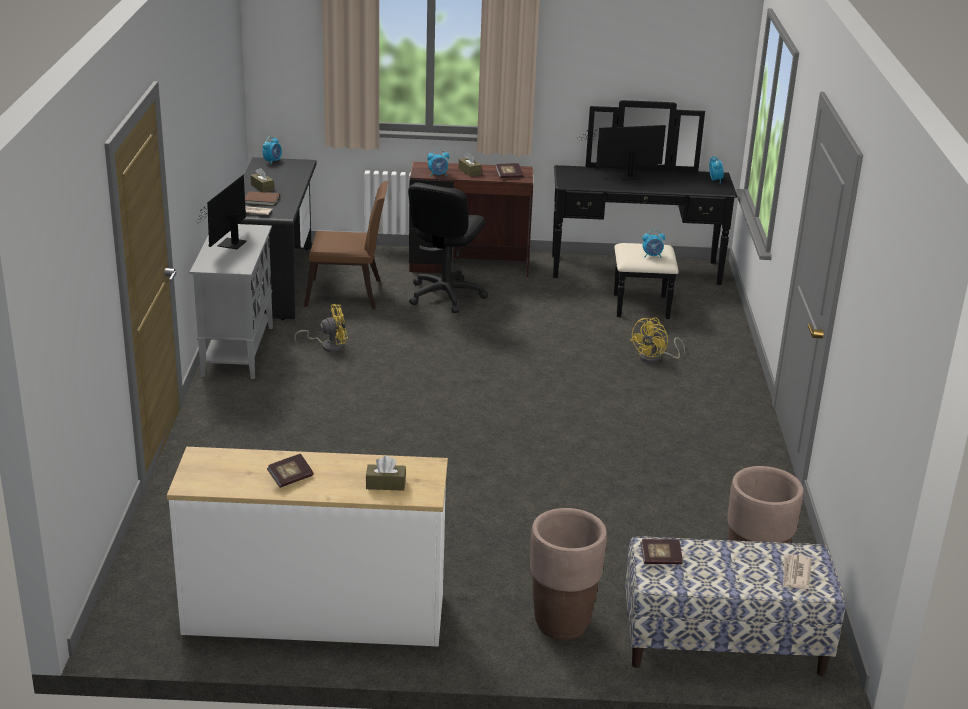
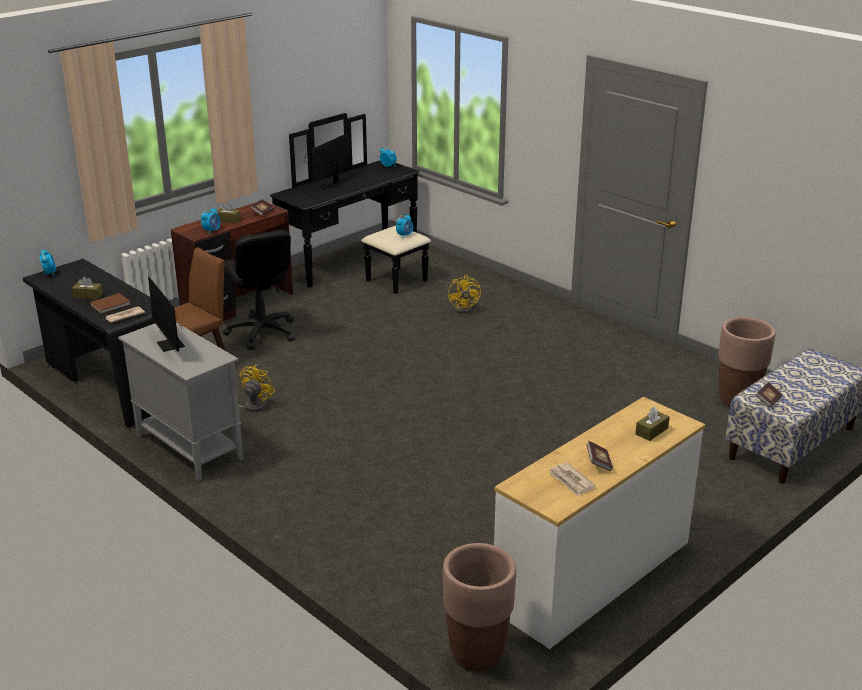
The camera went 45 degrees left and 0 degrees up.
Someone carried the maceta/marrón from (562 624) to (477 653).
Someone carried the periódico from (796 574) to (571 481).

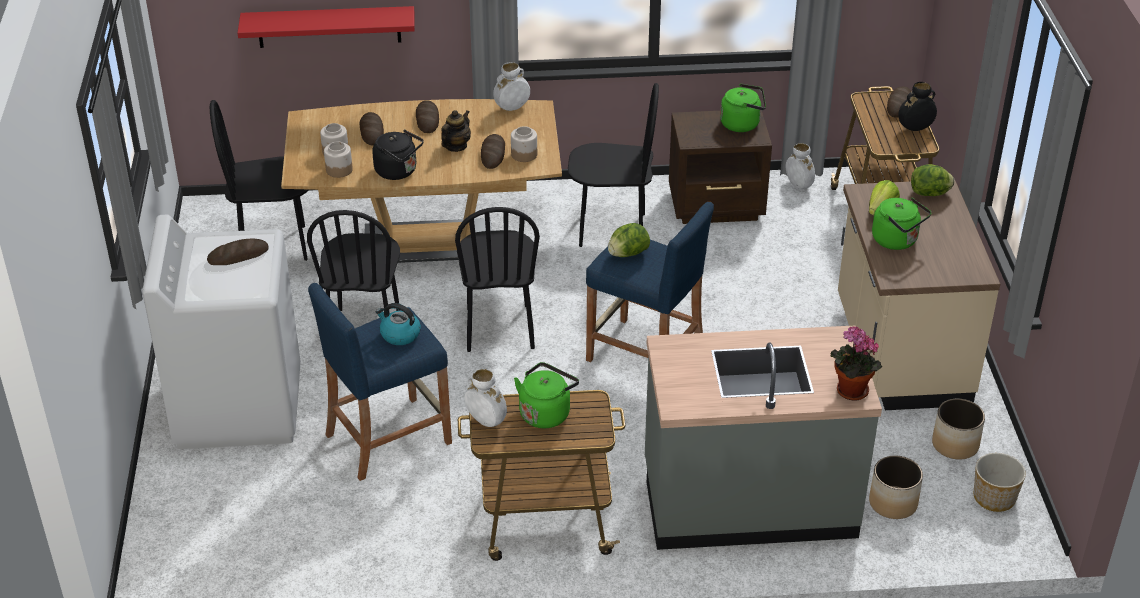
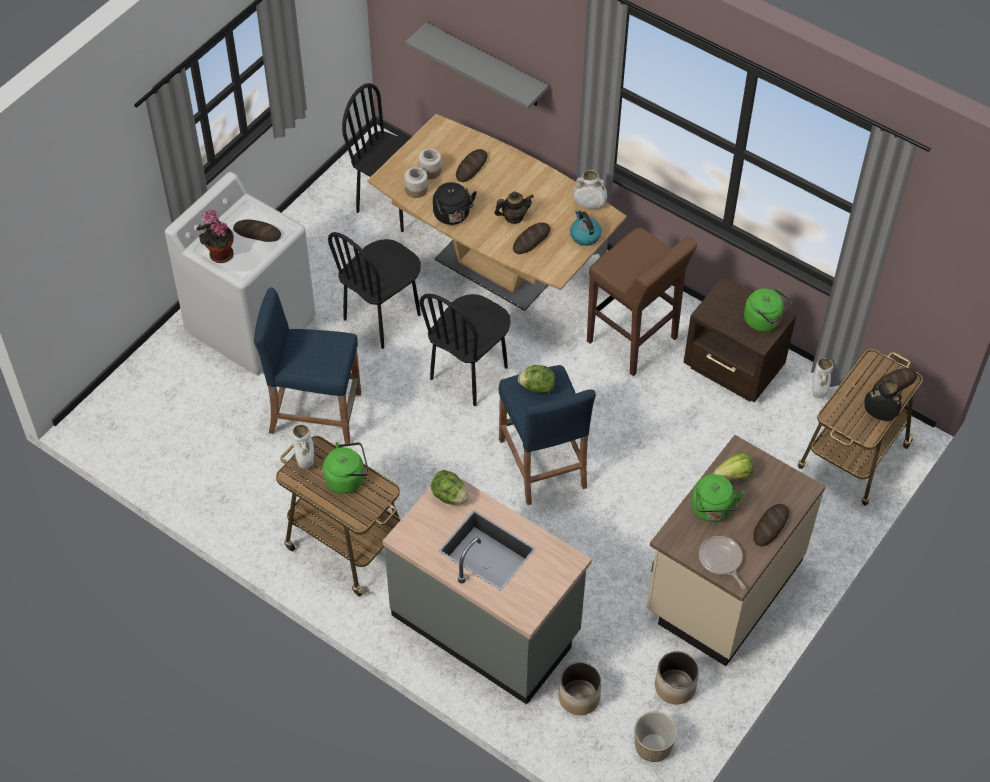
The camera went 40 degrees right and 15 degrees up.
Someone took away the tarro at (524 154).
Someone put down the sartén at (721 560).
Someone carried the hervidor from (399 335) to (584 235).
Someone carried the pan from (427 119) to (770 526).
Someone carried the planta en maceta from (849 392) to (219 254).
Someone carried the lechuga from (930 193) to (449 496).
Someone swapped the silla/negro at (612 230) for the taburete/marrón at (633 341).
Someone repainted the estante/rojo at (329 27), which became the estante/gris at (486 66).

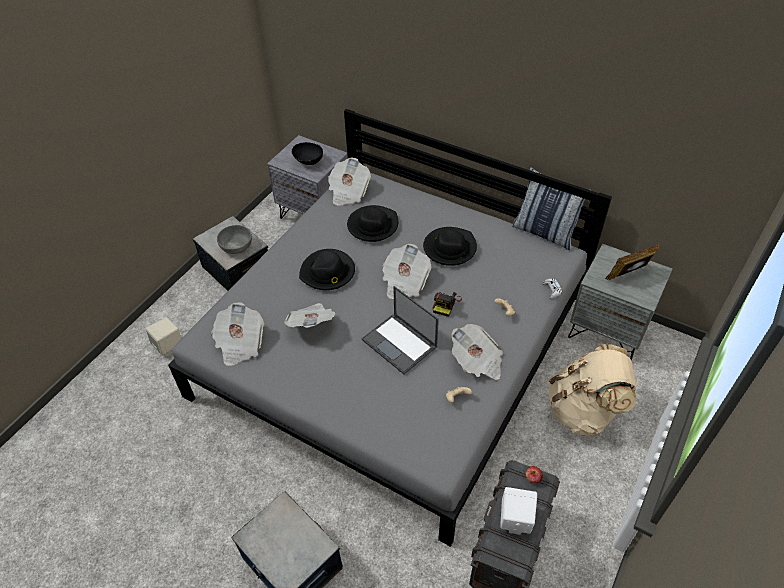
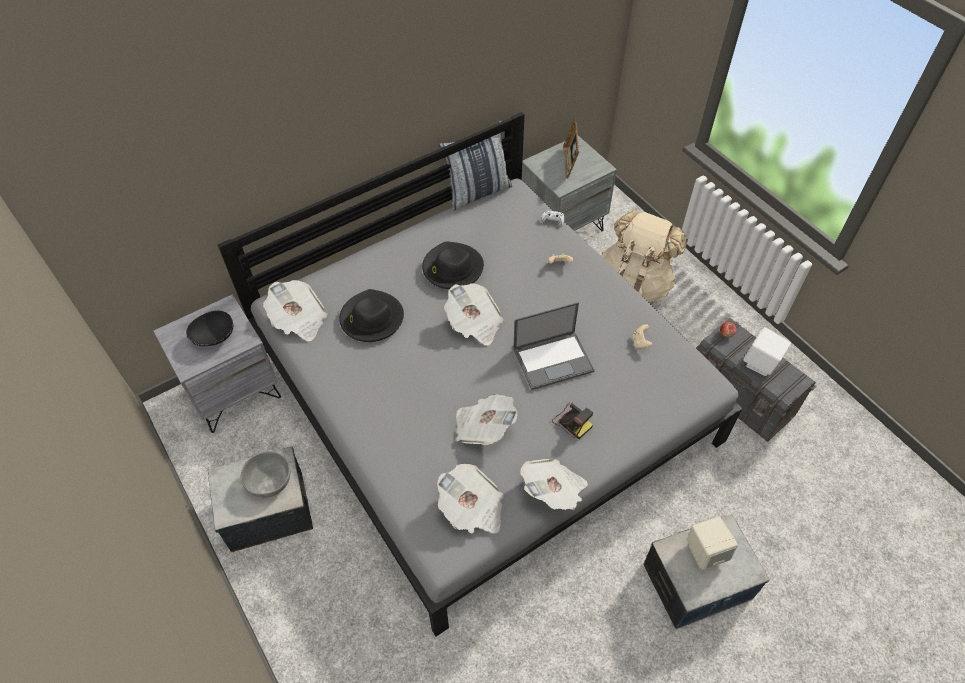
The camera went 65 degrees left and 5 degrees up.
Someone took away the sombrero/negro at (328 272).
Someone carried the altavoz/beis from (169 346) to (705 551).
Someone carried the cámara from (446 304) to (572 421).
Someone carried the periódico from (477 361) to (554 491).

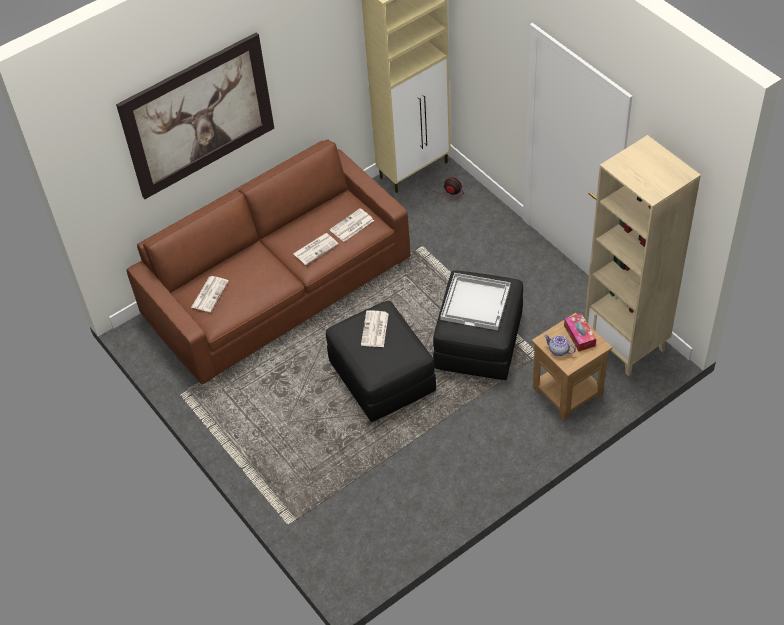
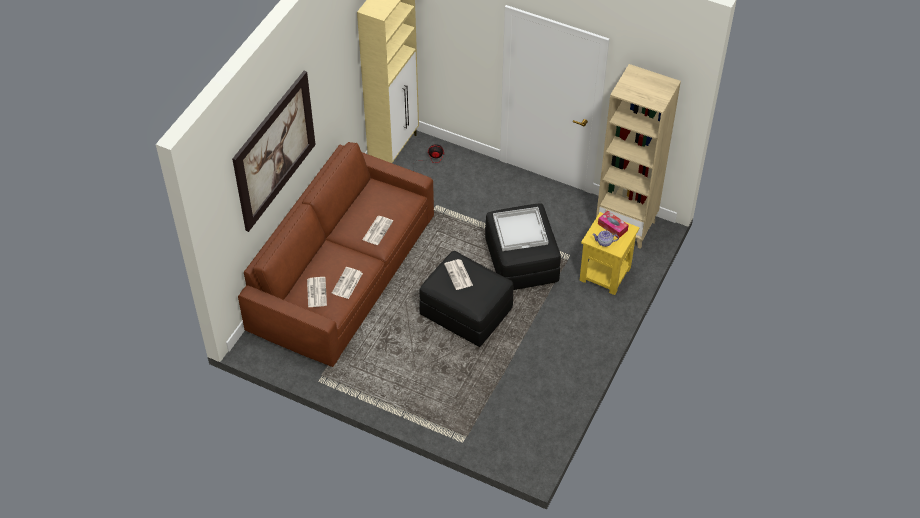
The camera went 30 degrees left and 0 degrees up.
Someone carried the periódico from (351 226) to (347 283).
Someone repainted the mesa auxiliar/marrón at (567 392), which became the mesa auxiliar/amarillo at (605 274).

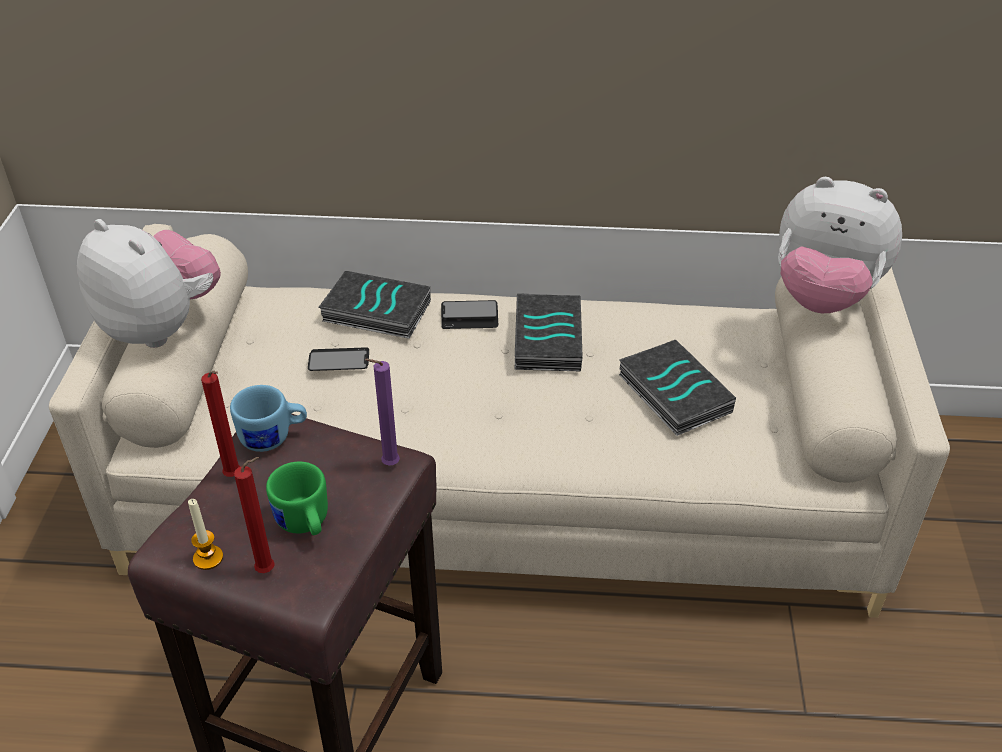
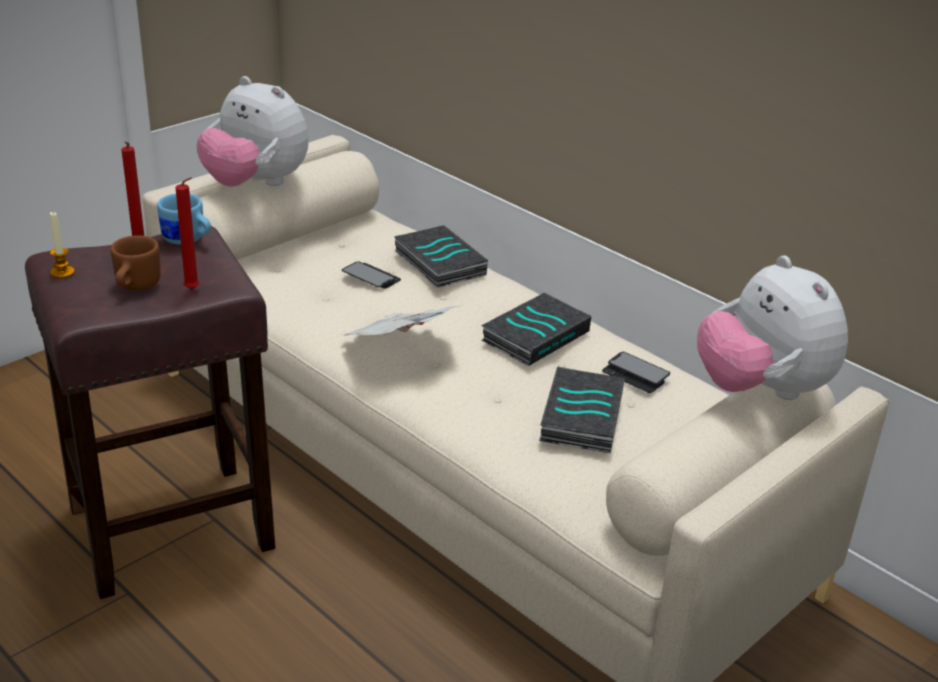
The camera went 40 degrees right and 10 degrees down.
Someone took away the vela/morado at (388 465).
Someone put down the periódico at (401 348).
Someone carried the vela/rojo from (269 570) to (194 290).
Someone carried the móvil from (469 316) to (635 374).
Someone repainted the taza grande/verde at (304 524), which became the taza grande/marrón at (134 287).
Someone rotated the peluche at (161 326) by 135 degrees clockwise.

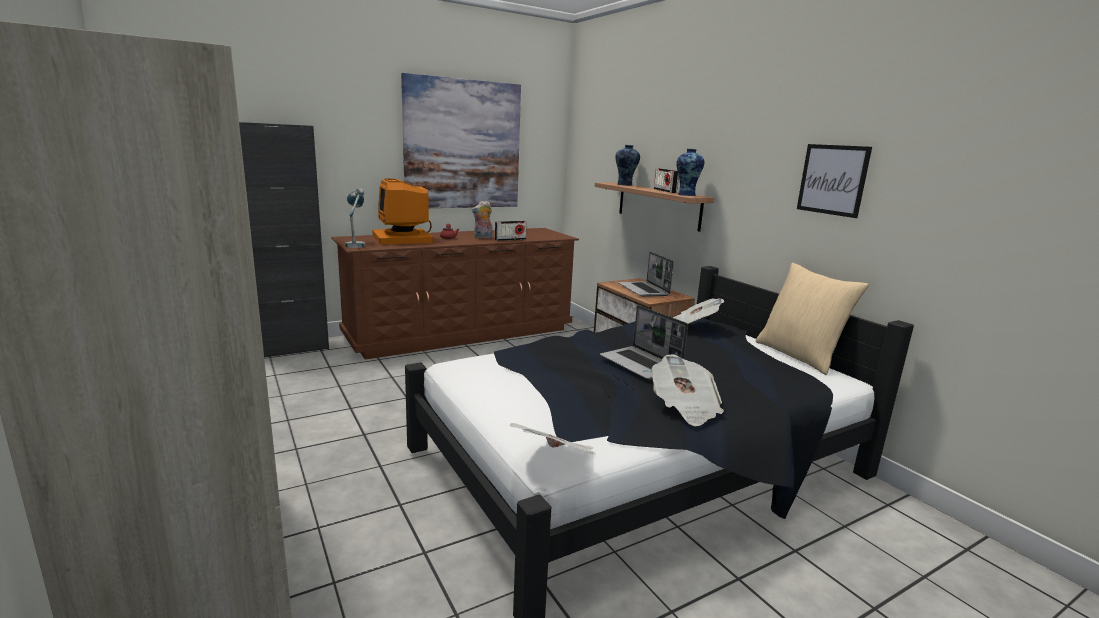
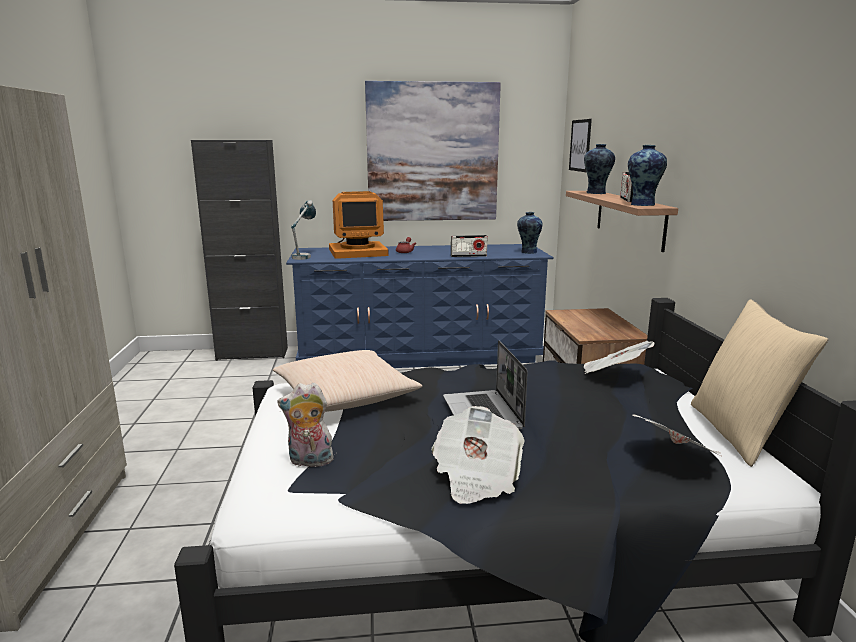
The camera went 25 degrees right and 0 degrees up.
Someone took away the portátil at (644 290).
Someone put down the cojín/beis at (345 396).
Someone put down the florero at (528 252).
Someone carried the peluche from (483 238) to (309 462).
Someone carried the periódico from (555 460) to (677 458).
Someone carried the cuadro from (832 180) to (580 145).
Someone repainted the cómoda/marrón at (461 333), which became the cómoda/azul at (419 354).
Someone rotated the monitor at (403 239) by 105 degrees counterclockwise.

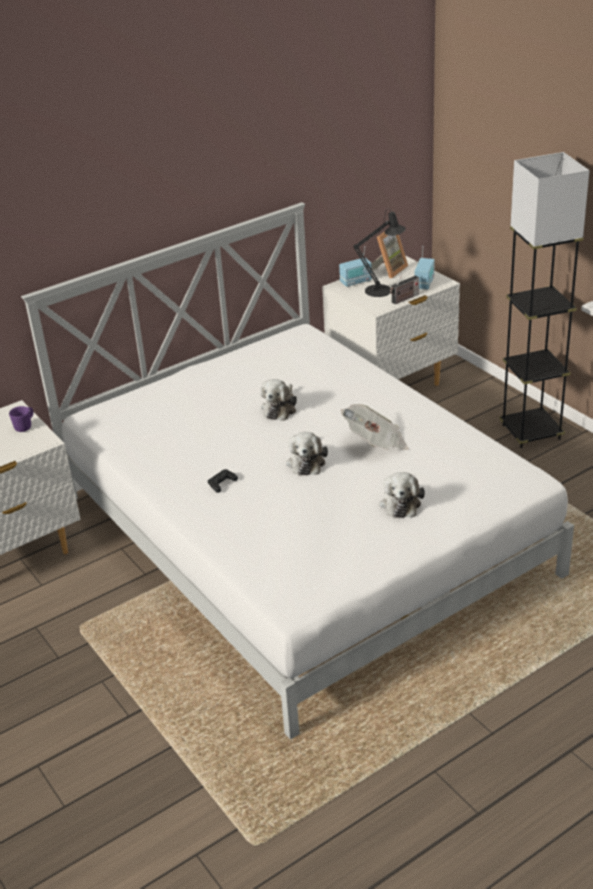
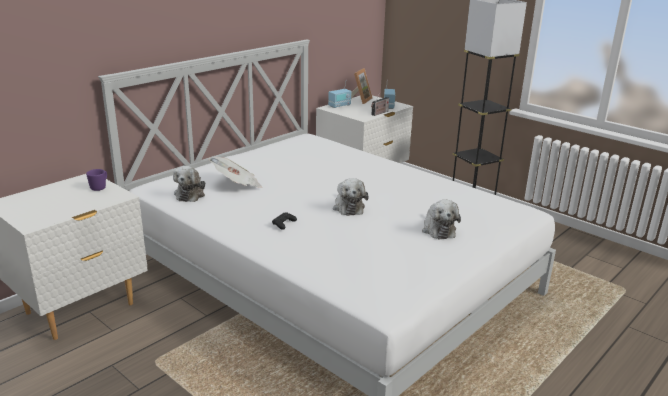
The camera went 15 degrees left and 10 degrees down.
Someone took away the lámpara de mesa/negro at (382 290).
Someone carried the peluche from (280 408) to (190 194).
Someone carried the periódico from (376 443) to (237 185).

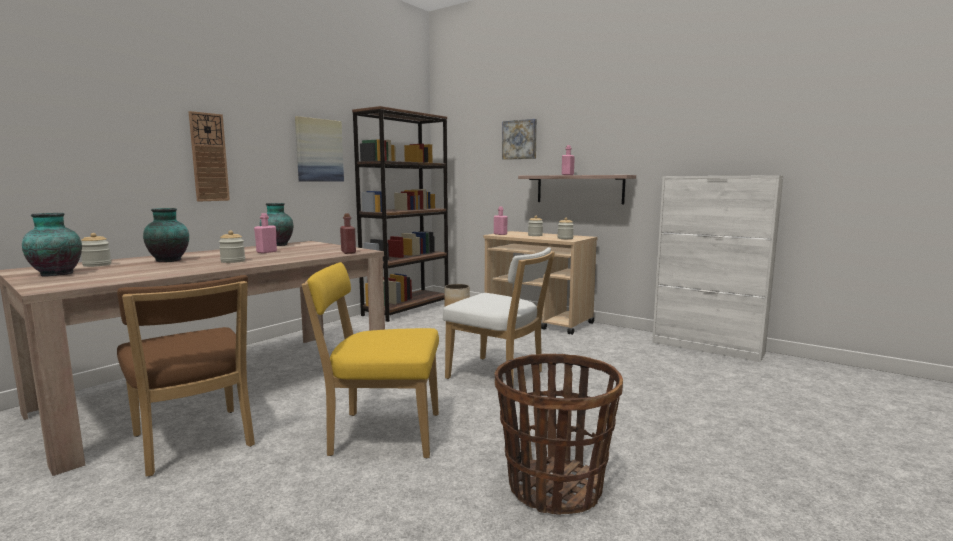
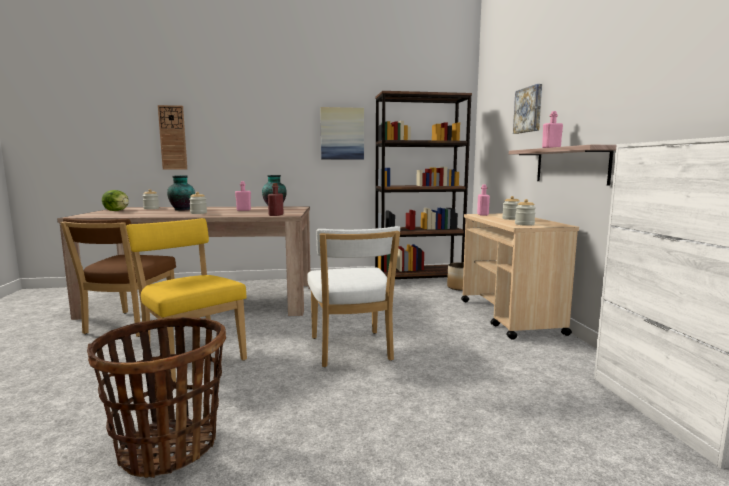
The camera went 45 degrees right and 0 degrees up.
Someone carried the reloj de pared from (209 157) to (173 138).
Someone swapped the florero at (56 274) for the lechuga at (117 211).

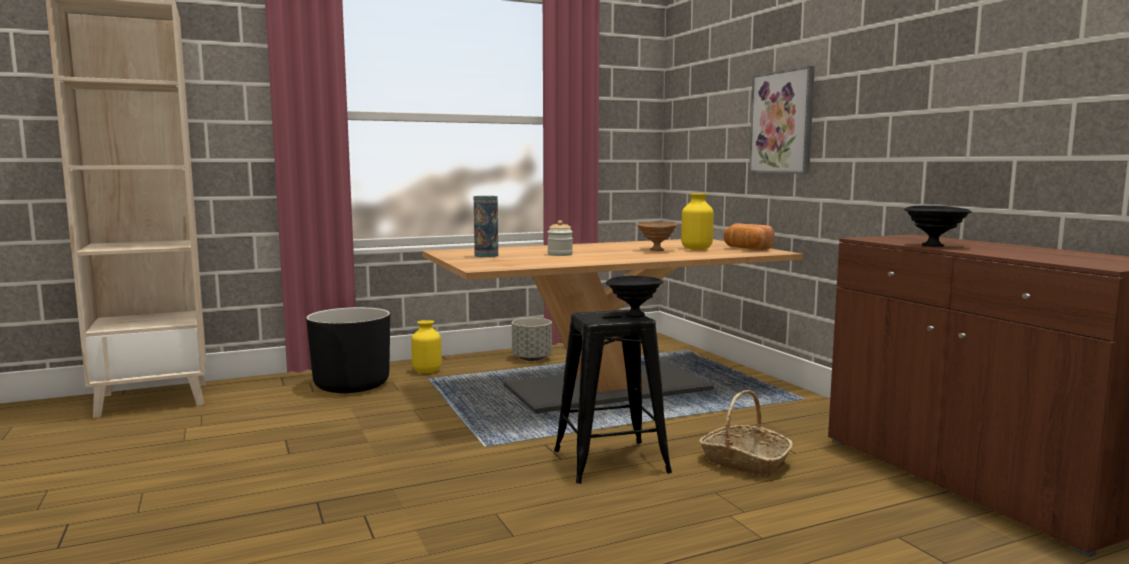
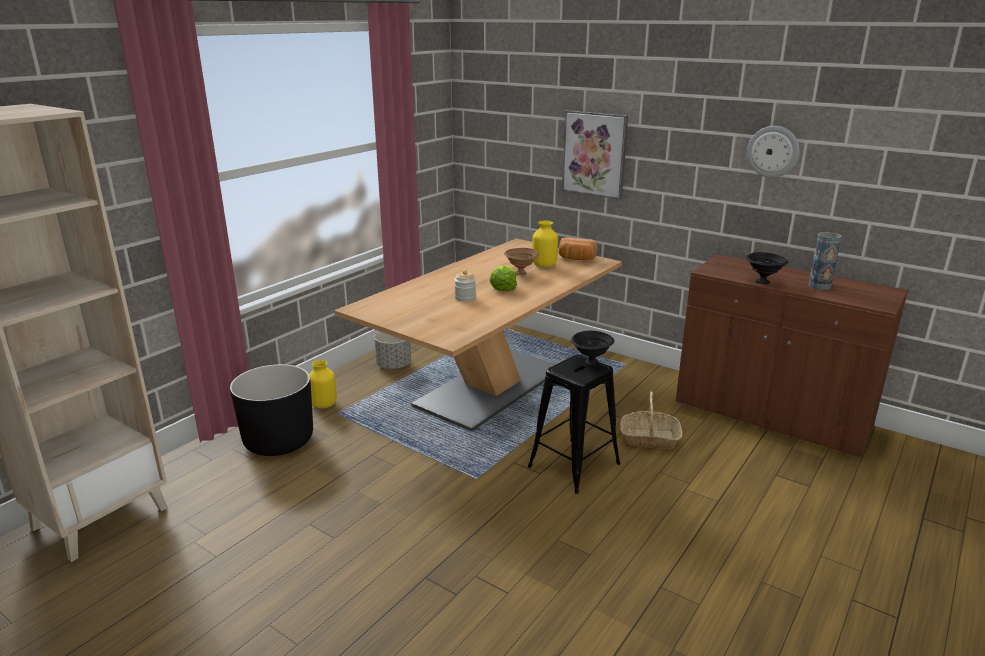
The camera went 30 degrees left and 15 degrees up.
Someone put down the lechuga at (503 288).
Someone put up the reloj de pared at (773 151).
Someone carried the florero from (486 255) to (819 286).

